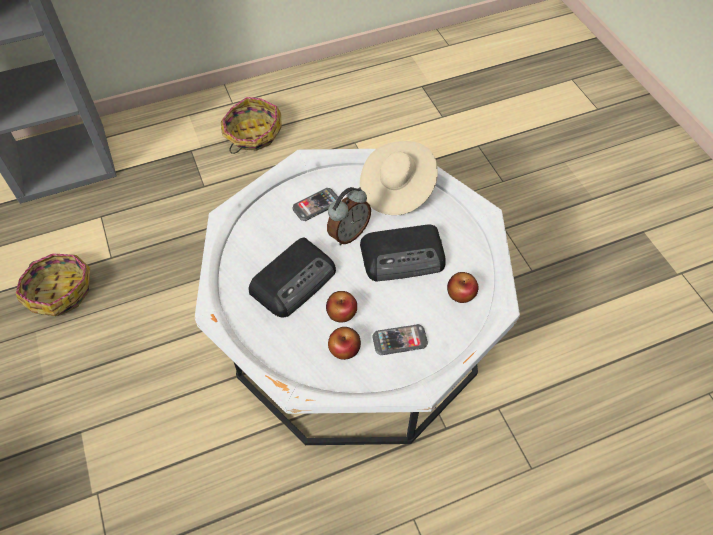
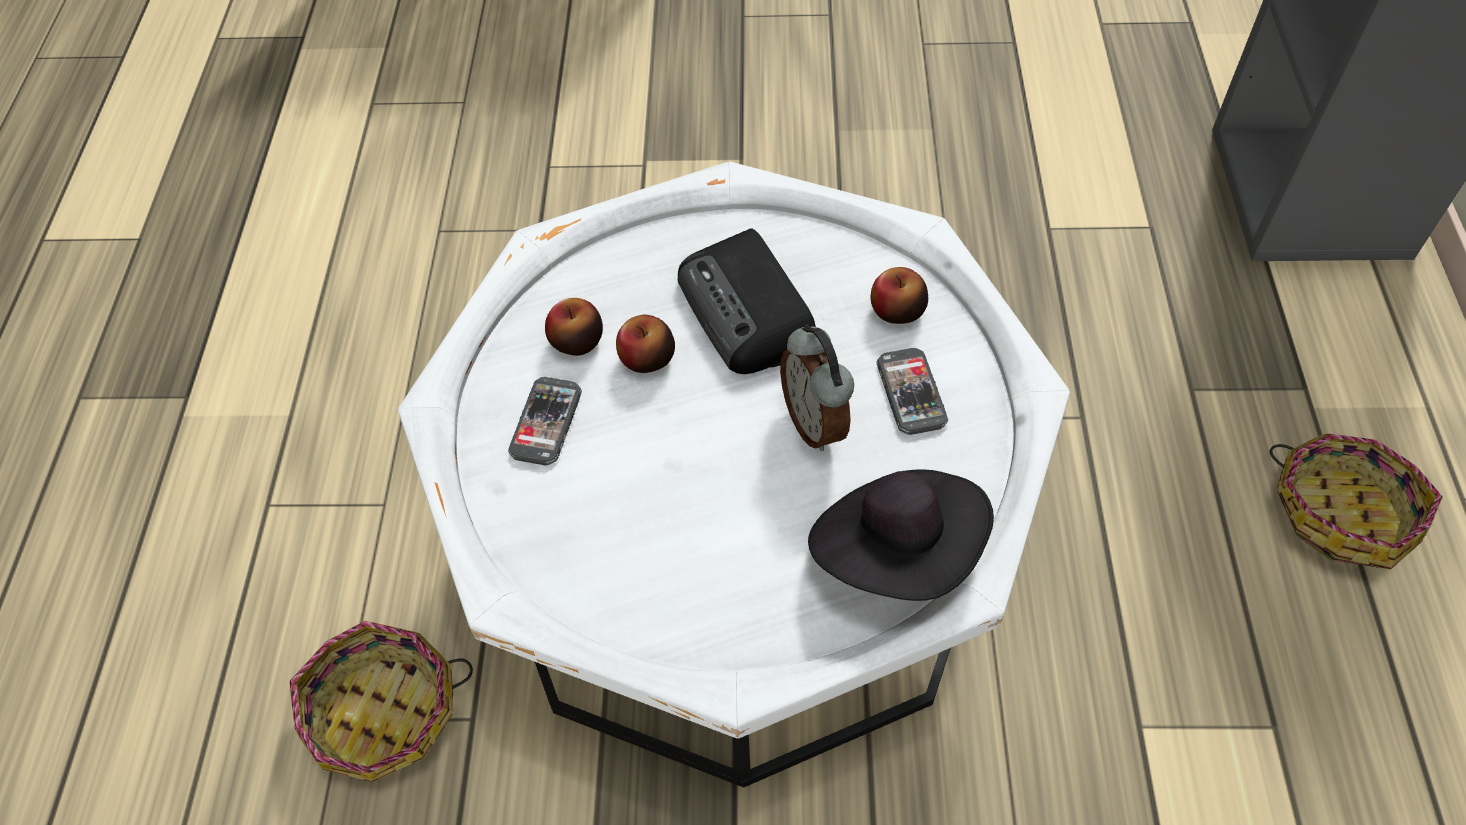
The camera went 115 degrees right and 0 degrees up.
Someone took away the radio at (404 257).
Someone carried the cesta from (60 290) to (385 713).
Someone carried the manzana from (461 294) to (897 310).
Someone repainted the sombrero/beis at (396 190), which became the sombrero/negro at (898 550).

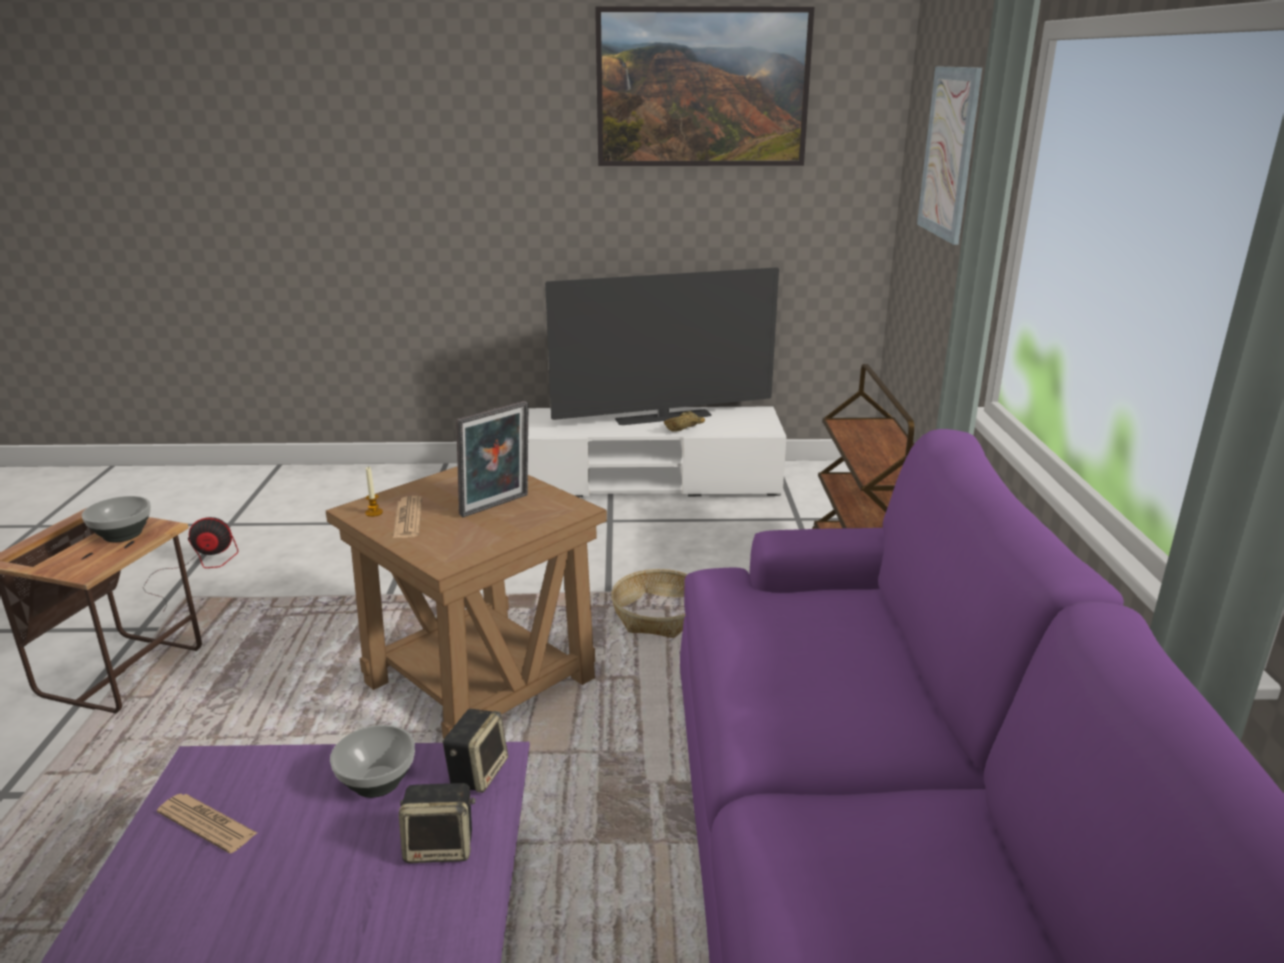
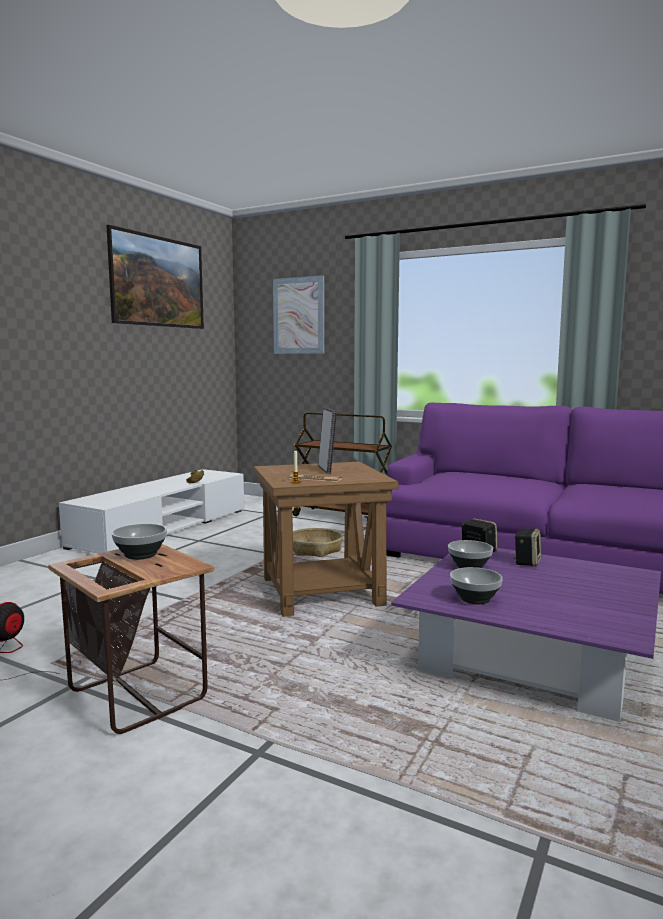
The camera went 60 degrees left and 15 degrees down.
Someone took away the televisor at (663 418).
Someone swapped the periódico at (207 823) for the cuenco at (475 599).

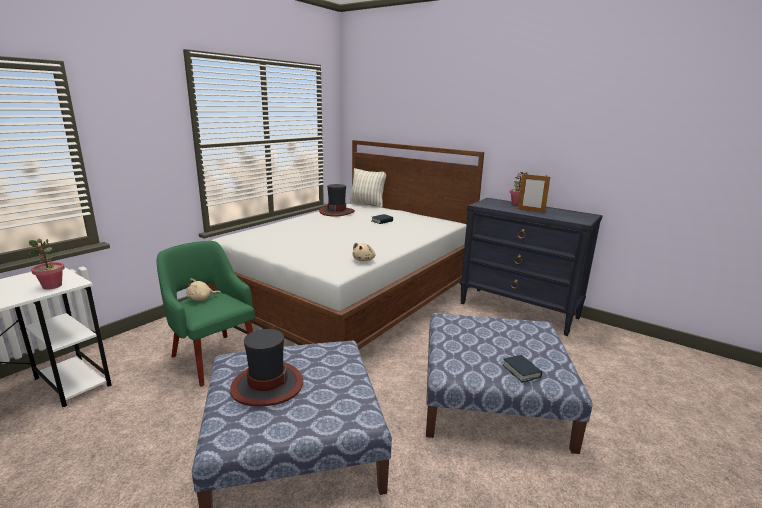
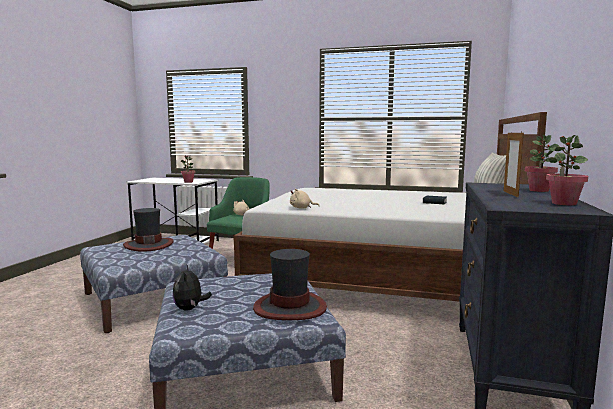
The camera went 70 degrees right and 10 degrees down.
Someone put down the planta en maceta at (563 203).
Someone carried the sombrero from (337 212) to (290 307).
Someone swapped the libro at (521 371) for the peluche at (190 309).

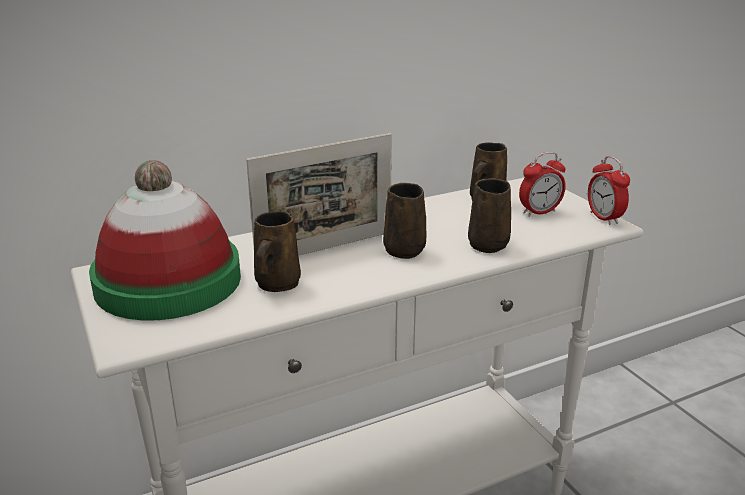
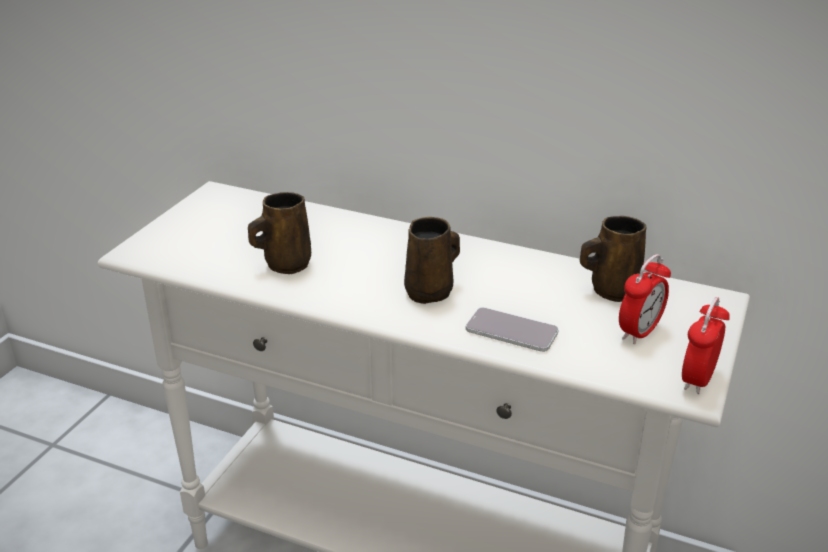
The camera went 50 degrees right and 5 degrees up.
Someone took away the sombrero at (168 281).
Someone took away the portarretratos at (325 248).
Someone swapped the taza grande/marrón at (489 243) for the móvil at (511 331).
Someone rotated the despertador at (539 212) by 75 degrees counterclockwise.

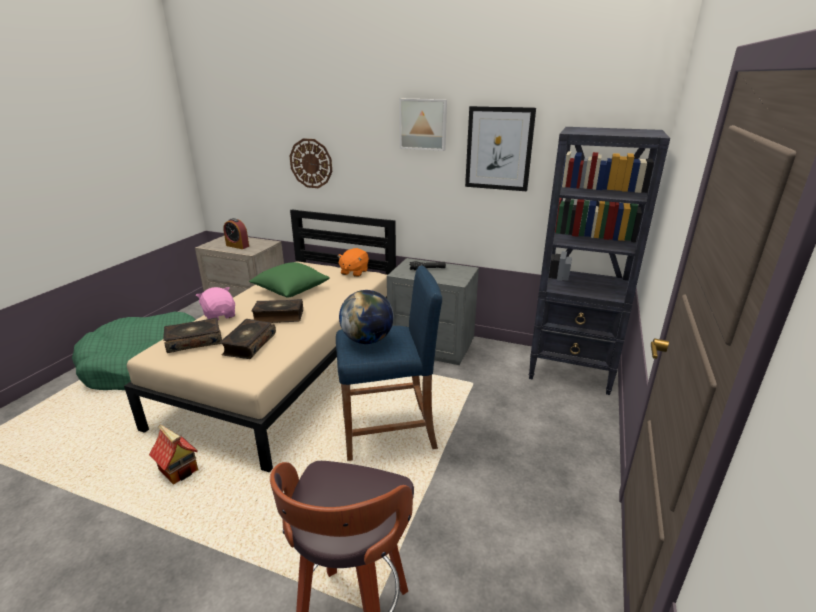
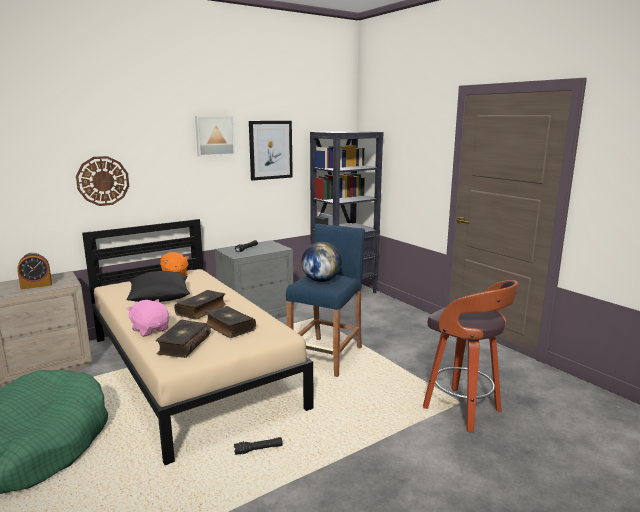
The camera went 55 degrees left and 10 degrees down.
Someone swapped the casita at (179 470) for the linterna/negro at (258 450).
Someone repainted the cojín/verde at (291 291), which became the cojín/negro at (159 298).
Someone rotated the peluche/rosa at (220 316) by 45 degrees clockwise.

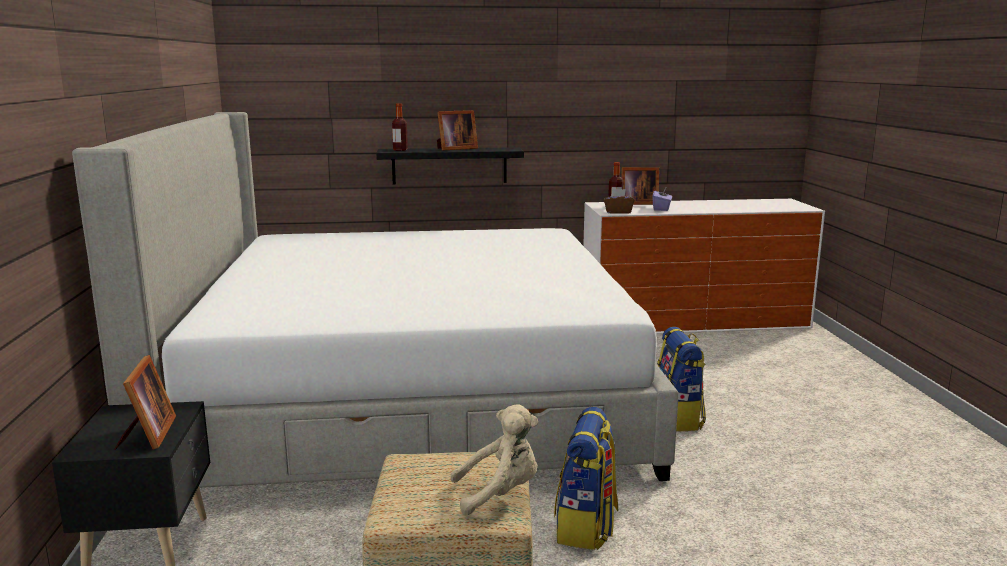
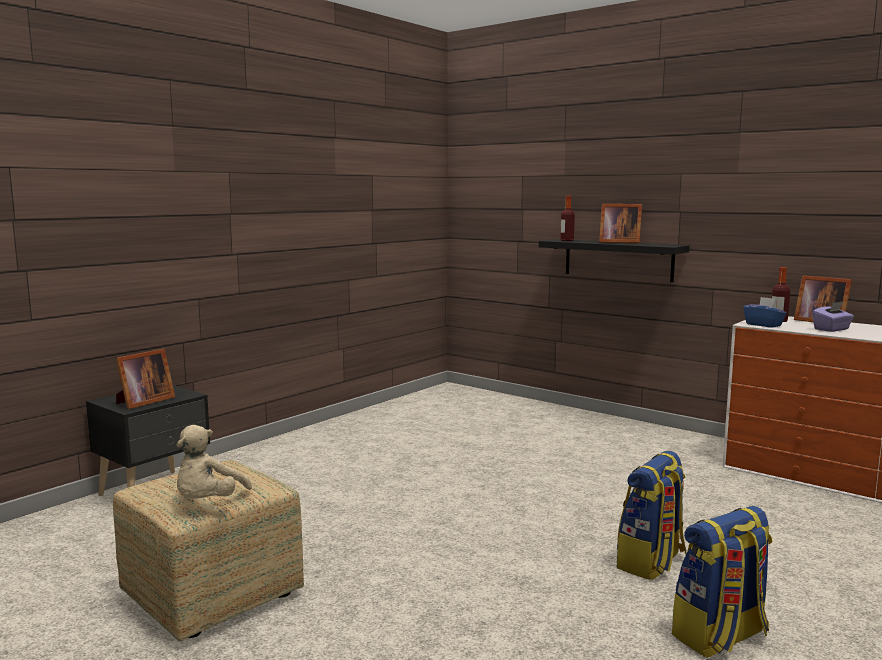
The camera went 45 degrees right and 5 degrees down.
Someone took away the cama at (409 397).
Someone carried the mochila from (586 527) to (720 636).
Someone repainted the caja de pañuelos/marrón at (618 212), which became the caja de pañuelos/azul at (763 325).
Someone rotated the peluche/beis at (500 493) by 75 degrees clockwise.

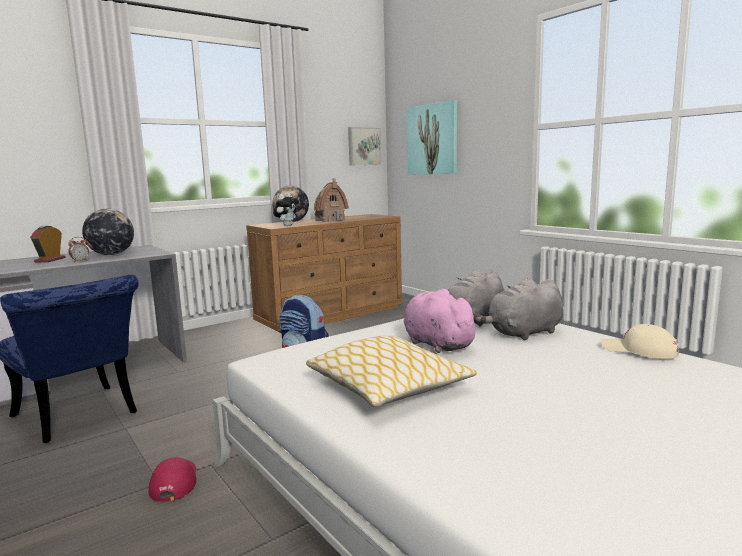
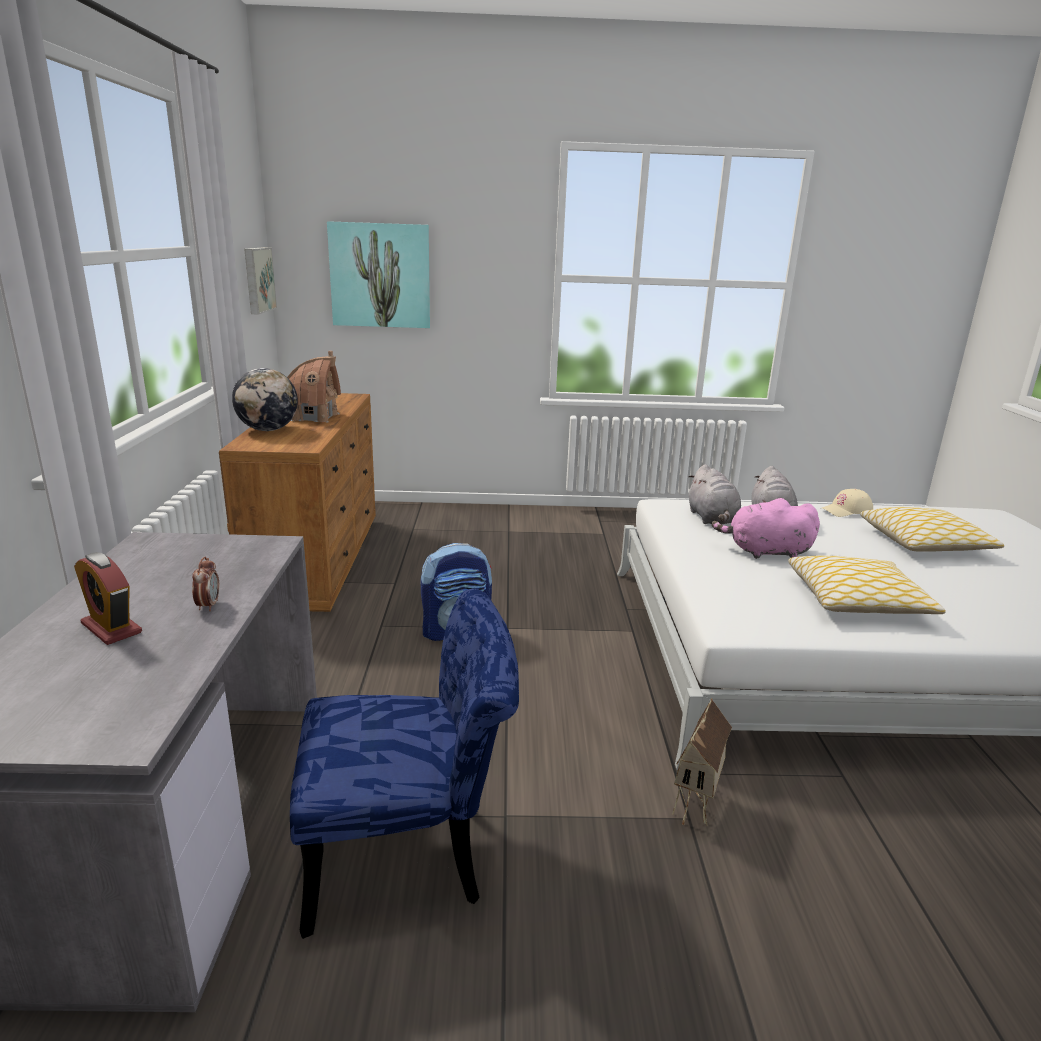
The camera went 55 degrees left and 10 degrees up.
Someone took away the globo terráqueo at (111 255).
Someone took away the peluche at (287 225).
Someone put down the cojín at (924 543).
Someone swapped the gorra/rojo at (174 482) for the casita at (696 806).

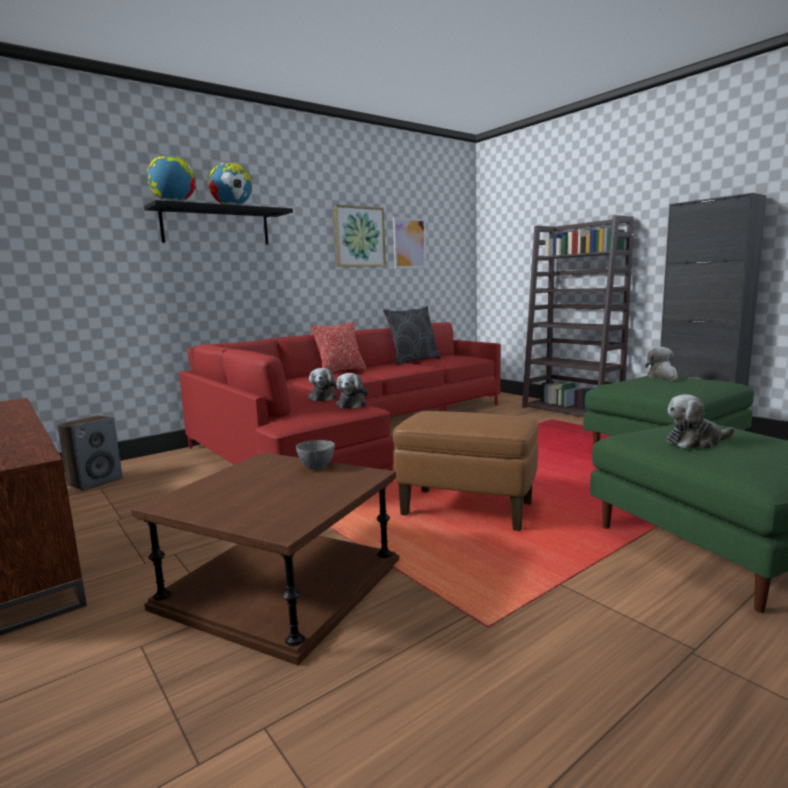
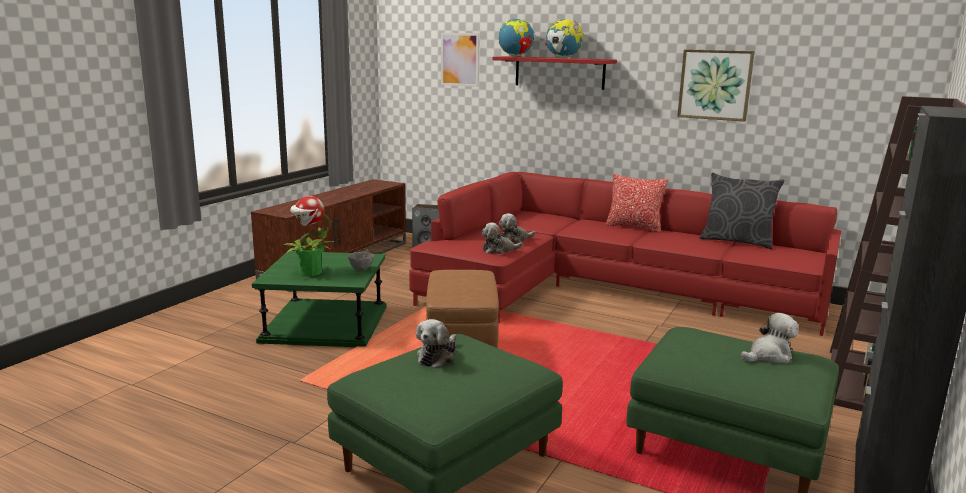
The camera went 65 degrees right and 5 degrees up.
Someone put down the planta en maceta at (309 272).
Someone carried the cuadro from (409 243) to (460 59).
Someone repainted the mesa auxiliar/marrón at (280 584), which became the mesa auxiliar/verde at (326 323).
Someone repainted the estante/negro at (216 226), which became the estante/rojo at (559 72).
Someone rotated the peluche at (696 442) by 120 degrees counterclockwise.

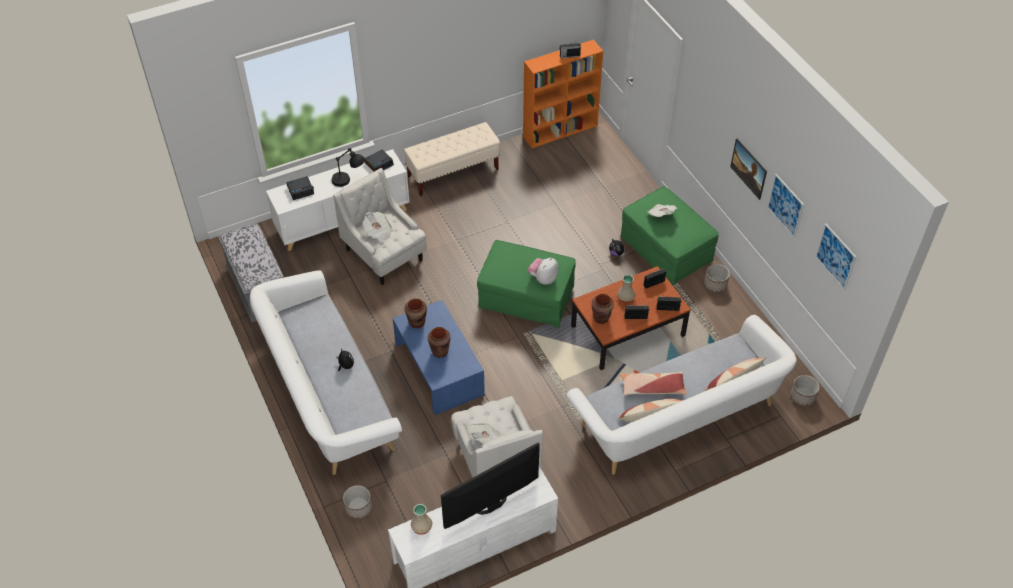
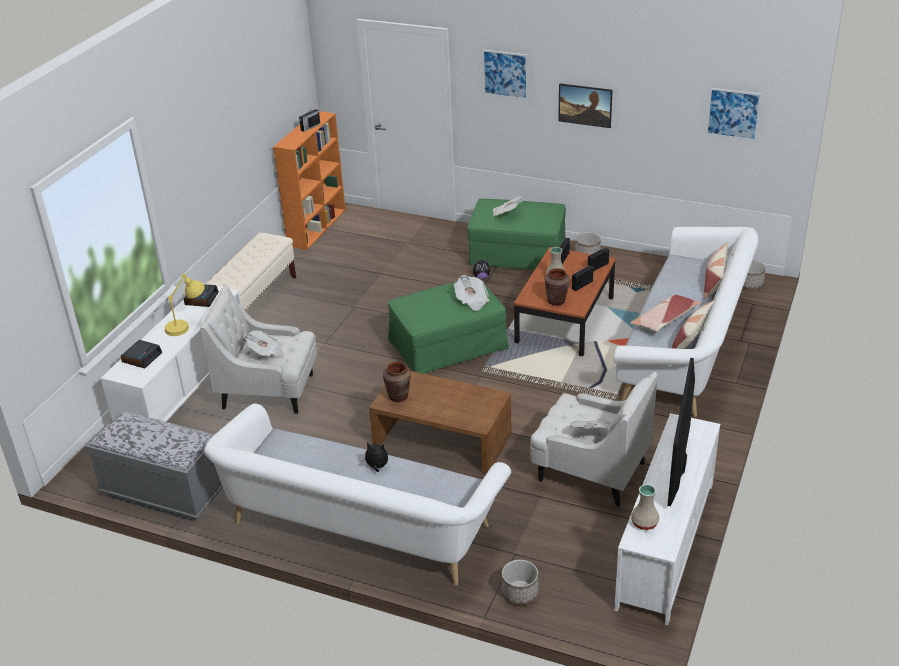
The camera went 40 degrees left and 15 degrees down.
Someone took away the florero/marrón at (440 351).
Someone carried the cuadro from (785 205) to (505 74).
Someone swapped the peluche at (543 279) for the periódico at (472 301).
Someone repainted the lámpara de mesa/negro at (349 181), which became the lámpara de mesa/amarillo at (187 325).
Someone repainted the mesa de centro/azul at (438 369), which became the mesa de centro/marrón at (442 440).

